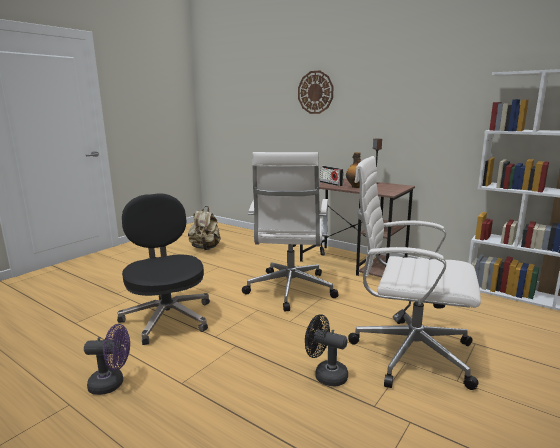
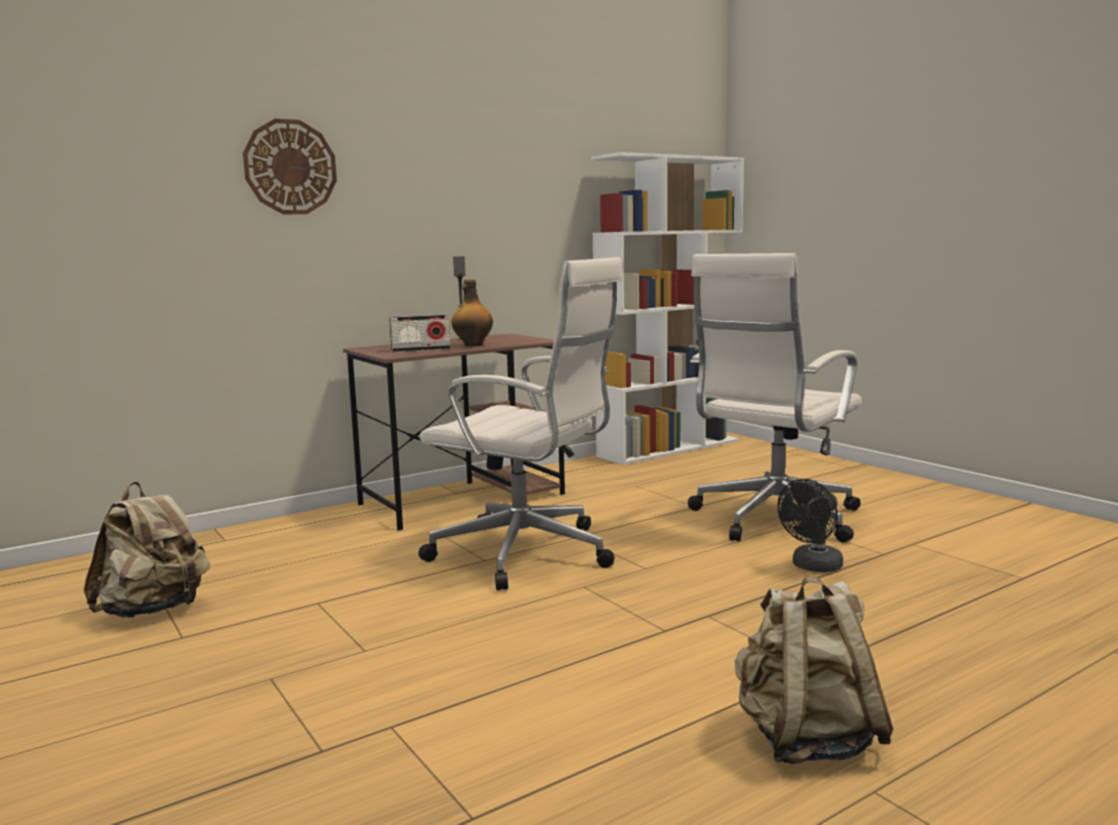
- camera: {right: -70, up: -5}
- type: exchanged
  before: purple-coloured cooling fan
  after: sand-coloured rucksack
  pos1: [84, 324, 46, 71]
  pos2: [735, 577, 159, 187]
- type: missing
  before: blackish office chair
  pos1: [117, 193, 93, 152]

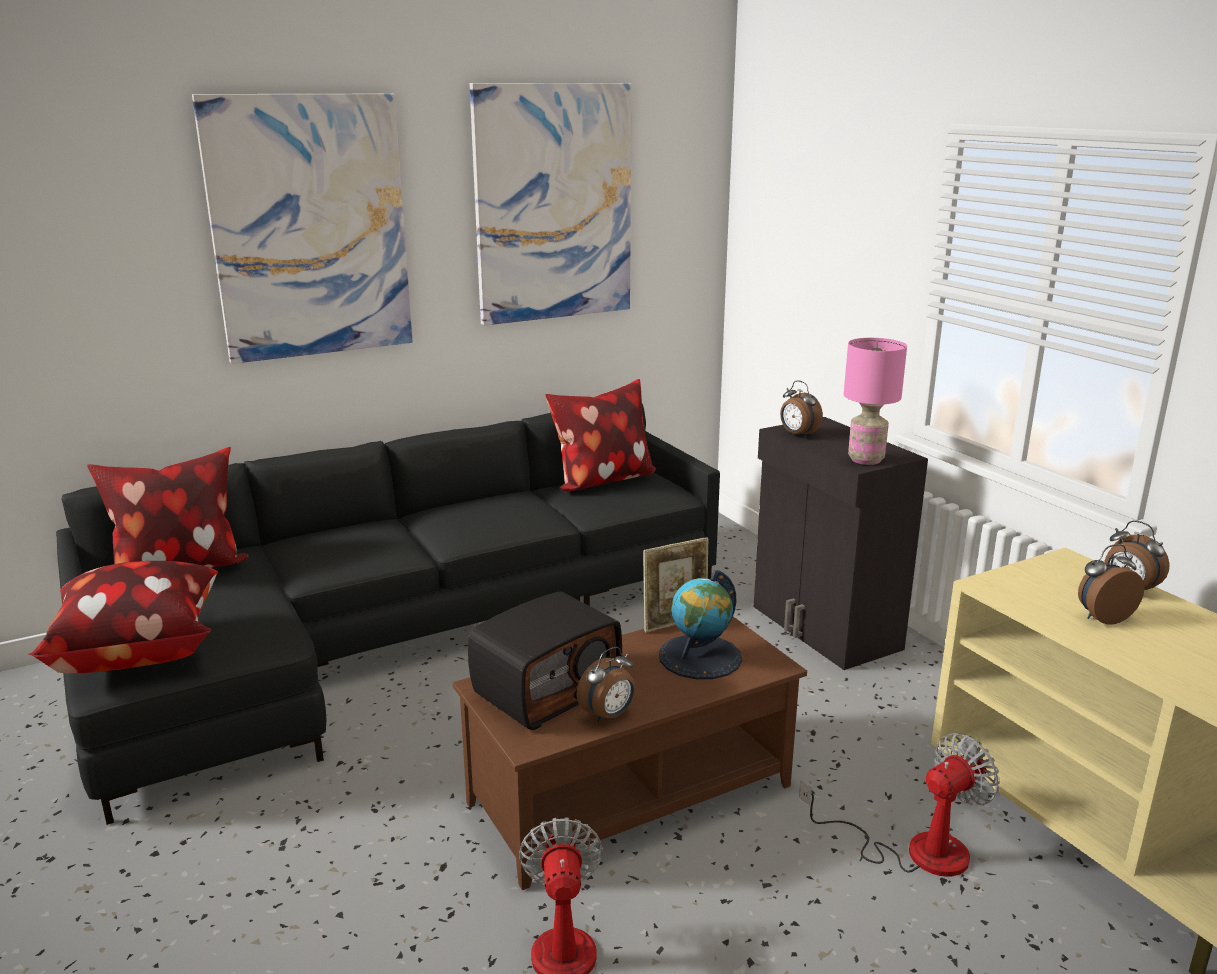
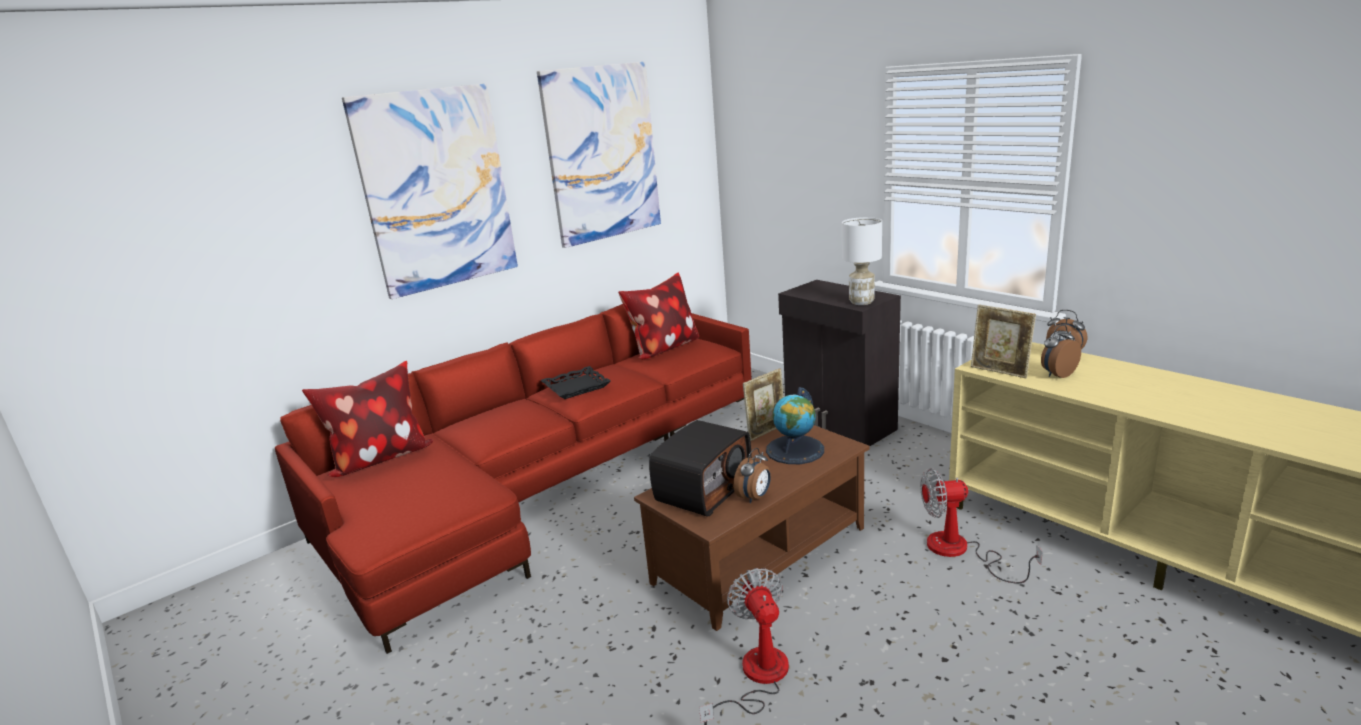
- camera: {right: -10, up: 0}
- type: missing
  before: pillow
  pos1: [29, 561, 189, 112]
- type: colour
  before: blackish couch
  after: red couch
  pos1: [56, 404, 664, 421]
  pos2: [275, 304, 477, 350]
- type: missing
  before: table clock
  pos1: [780, 380, 43, 58]
- type: spun
  before: cooling fan
  pos1: [799, 733, 201, 144]
  pos2: [920, 468, 123, 116]
  turn: -135
- type: colour
  before: pink-coloured lamp for a table
  after: white lamp for a table
  pos1: [844, 338, 63, 127]
  pos2: [842, 217, 40, 88]
- type: appeared
  after: blackish tray
  pos2: [540, 366, 71, 33]
- type: appeared
  after: picture frame
  pos2: [971, 305, 65, 73]

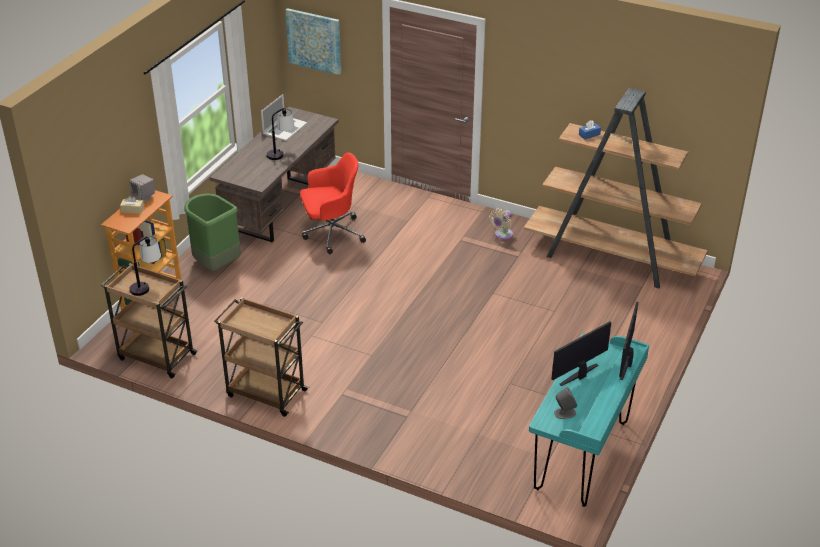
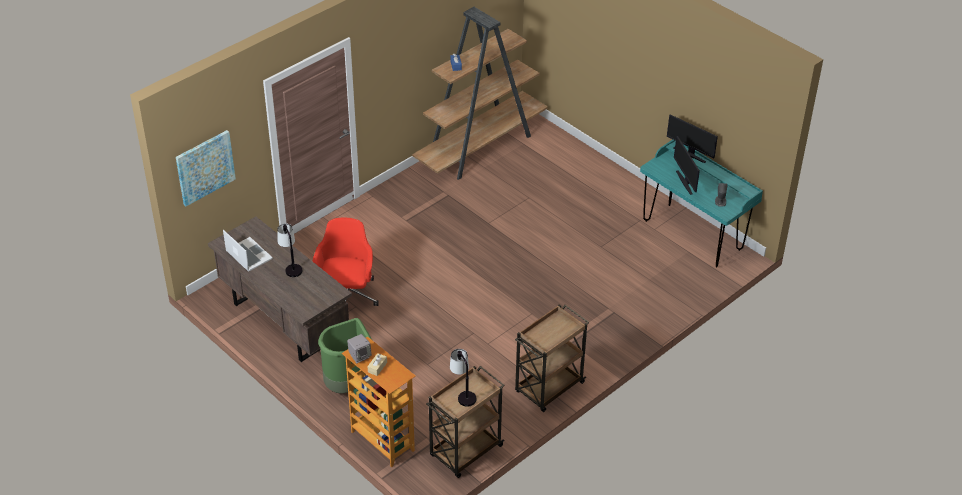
- camera: {right: -70, up: 5}
- type: missing
  before: sand-coloured cooling fan
  pos1: [489, 208, 24, 32]

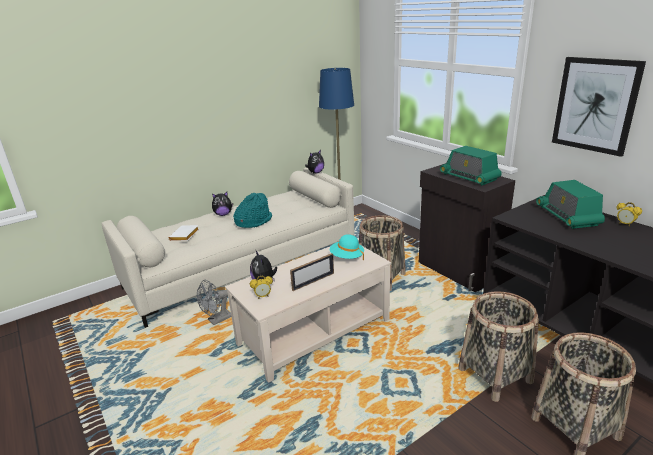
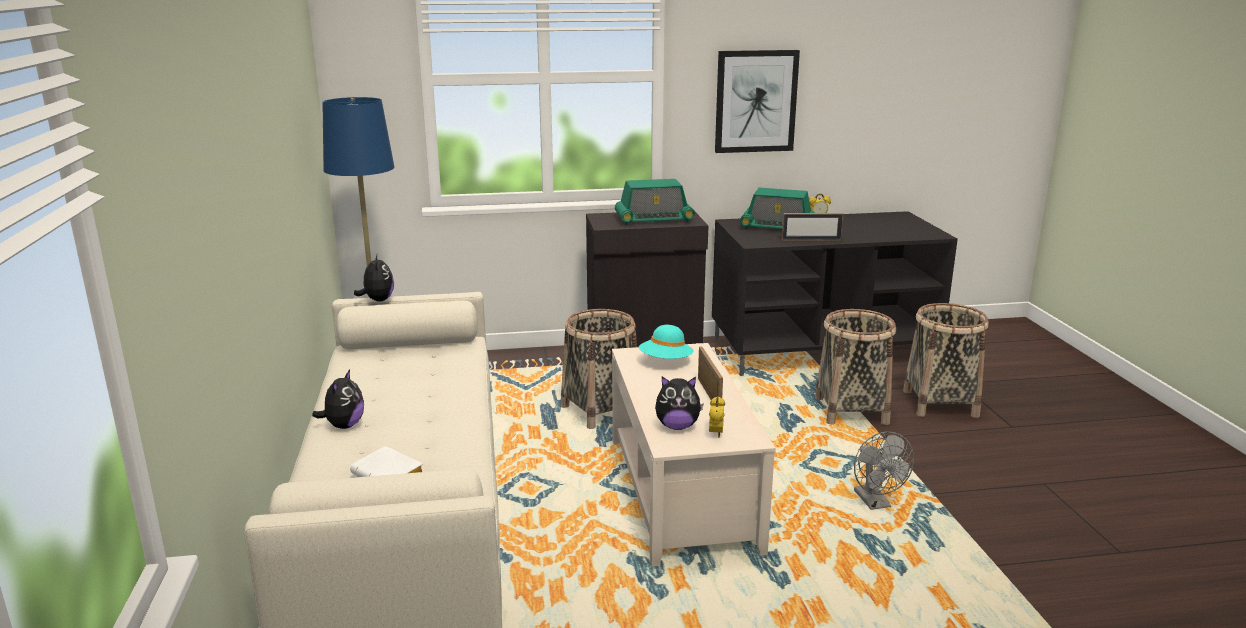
- camera: {right: -65, up: -5}
- type: relocated
  before: gray cooling fan
  pos1: [197, 280, 34, 45]
  pos2: [854, 432, 60, 78]
- type: missing
  before: blue-green hat
  pos1: [233, 193, 39, 35]
- type: appeared
  after: picture frame
  pos2: [782, 213, 62, 28]

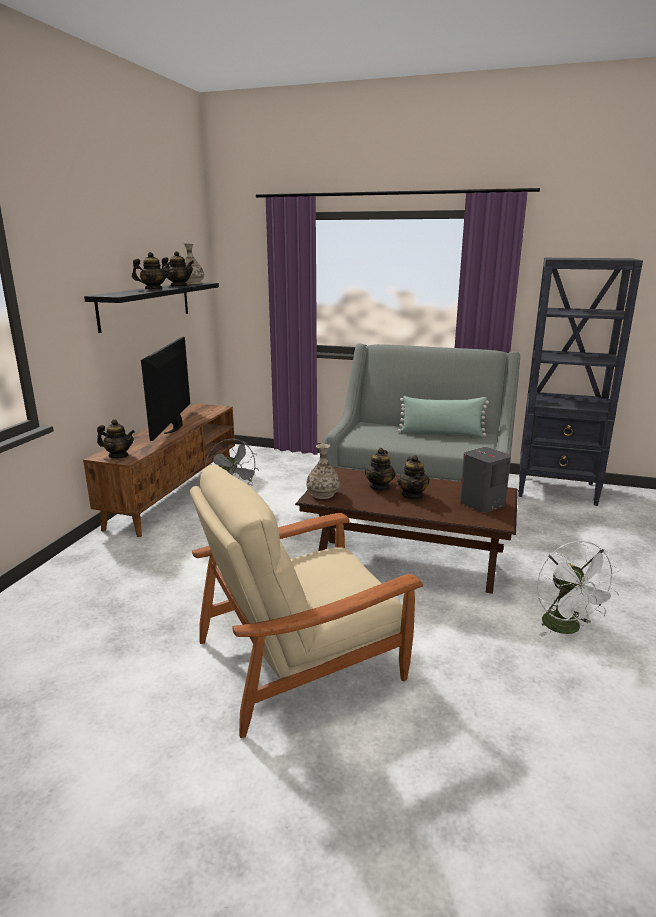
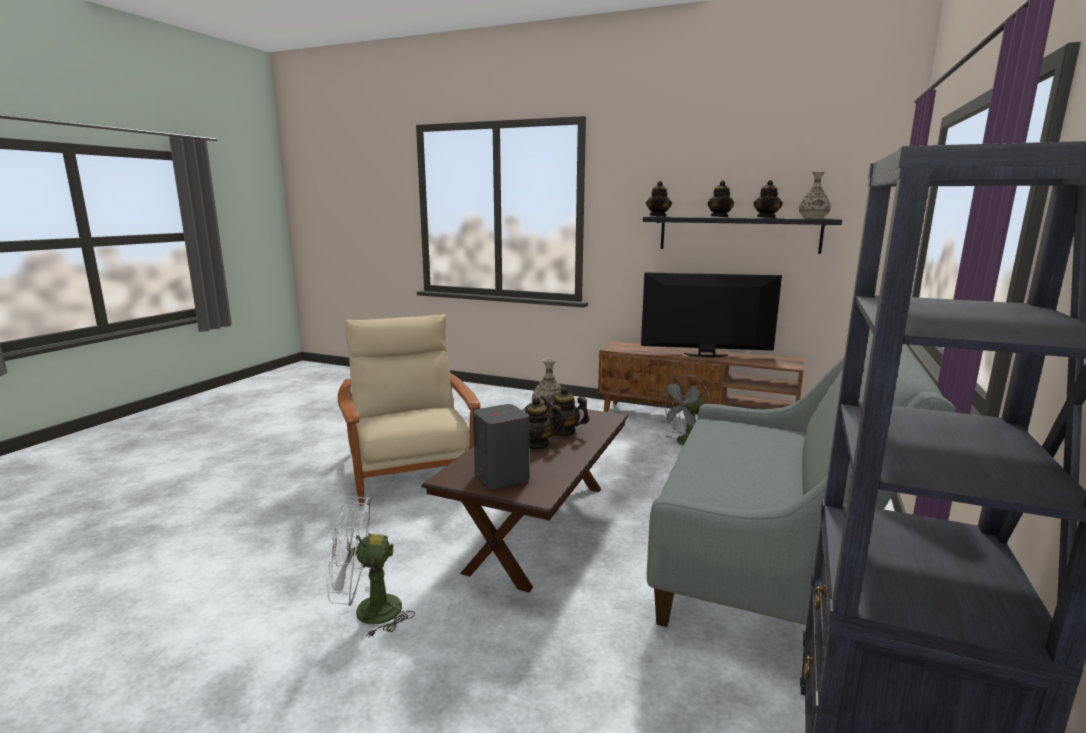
- camera: {right: 95, up: -5}
- type: relocated
  before: tea pot
  pos1: [97, 419, 38, 39]
  pos2: [646, 181, 26, 36]
- type: missing
  before: greenish pillow
  pos1: [398, 396, 91, 41]

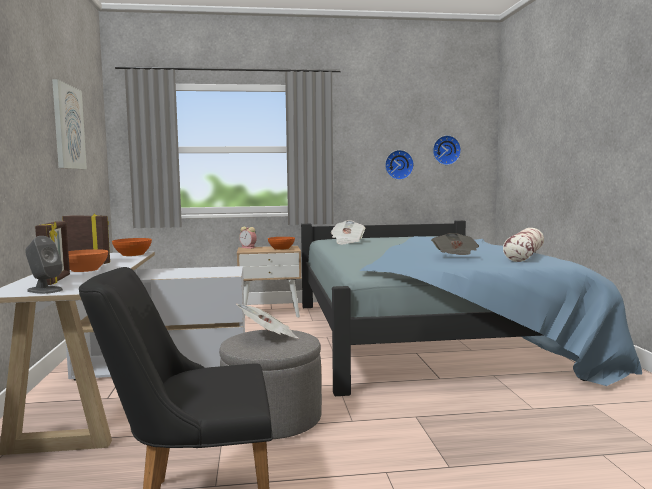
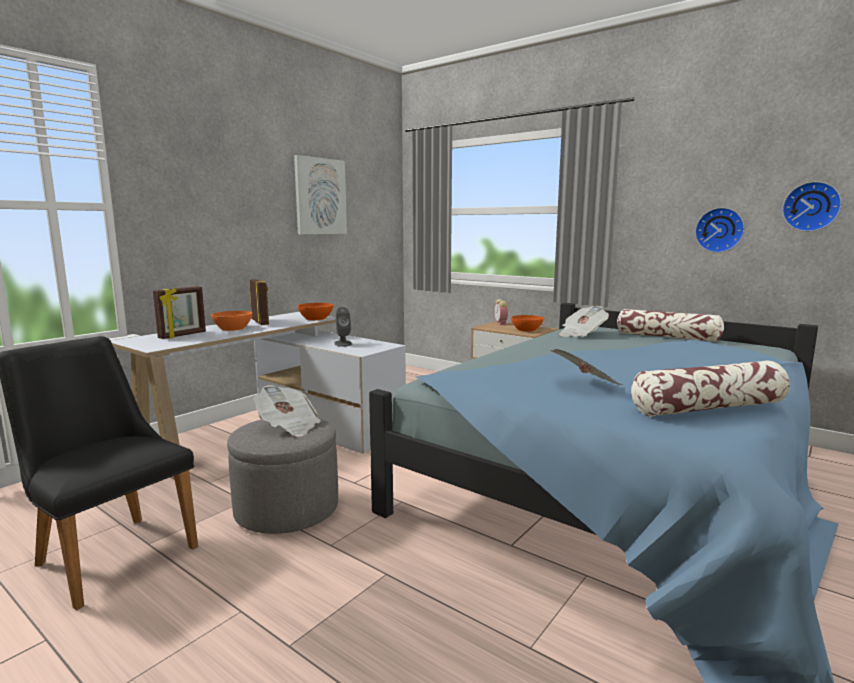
- camera: {right: 45, up: 5}
- type: relocated
  before: gray audio speaker
  pos1: [25, 236, 38, 58]
  pos2: [334, 307, 18, 40]
- type: appeared
  after: pillow
  pos2: [617, 309, 107, 32]

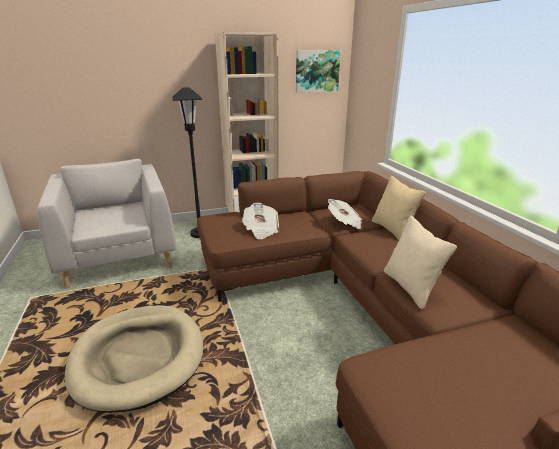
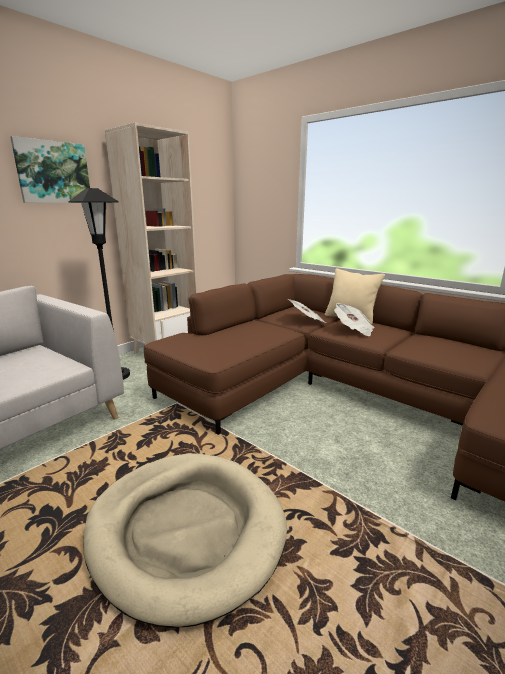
- camera: {right: -30, up: -5}
- type: relocated
  before: daily paper
  pos1: [242, 203, 37, 37]
  pos2: [334, 303, 40, 33]
- type: relocated
  before: wall picture
  pos1: [296, 50, 45, 43]
  pos2: [10, 136, 80, 67]
- type: missing
  before: sand-coloured pillow
  pos1: [384, 215, 73, 94]

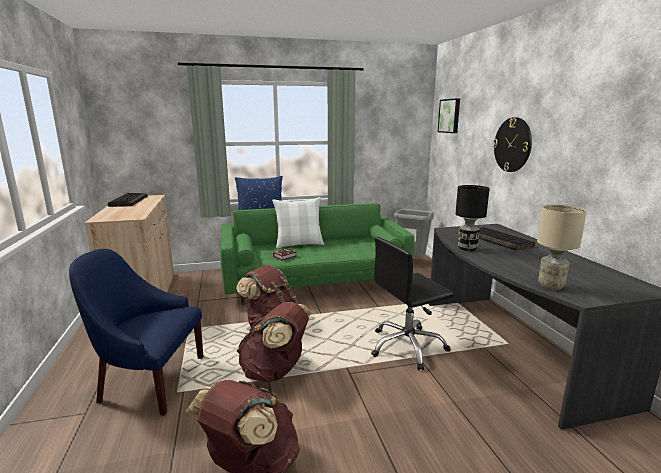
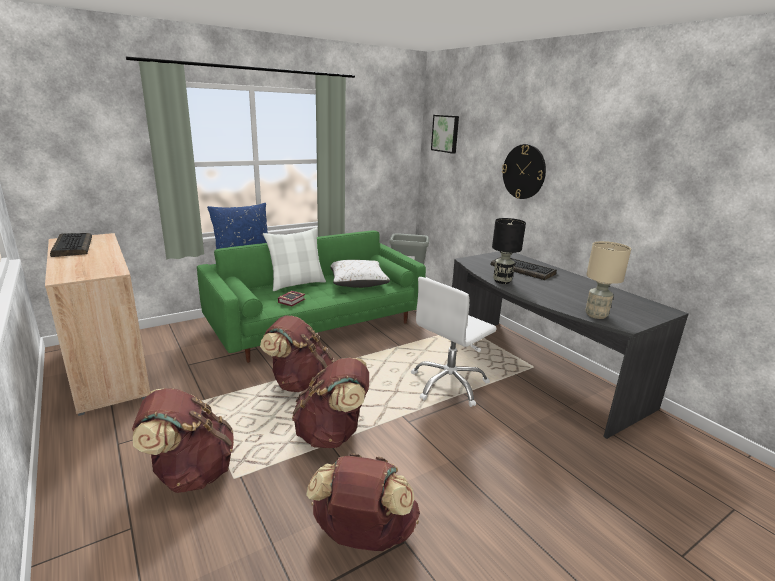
- camera: {right: -20, up: 5}
- type: exchanged
  before: blue-coloured armchair
  after: brown rucksack
  pos1: [69, 249, 135, 167]
  pos2: [132, 388, 102, 105]
- type: colour
  before: blackish office chair
  after: white office chair
  pos1: [371, 237, 83, 133]
  pos2: [411, 277, 86, 130]
- type: appeared
  after: white pillow
  pos2: [330, 260, 60, 28]

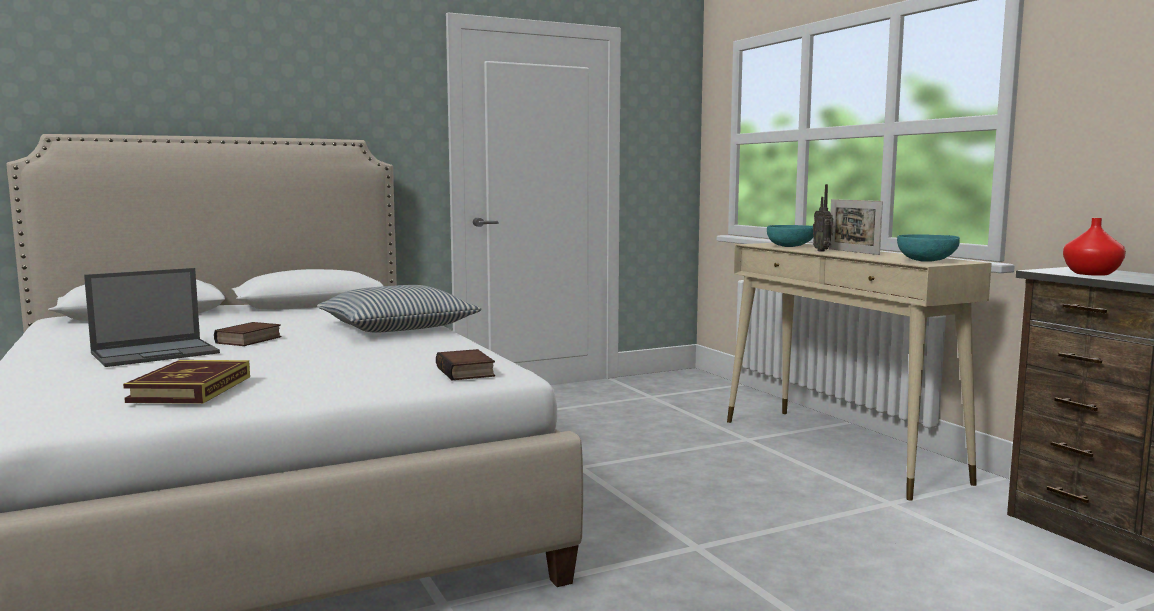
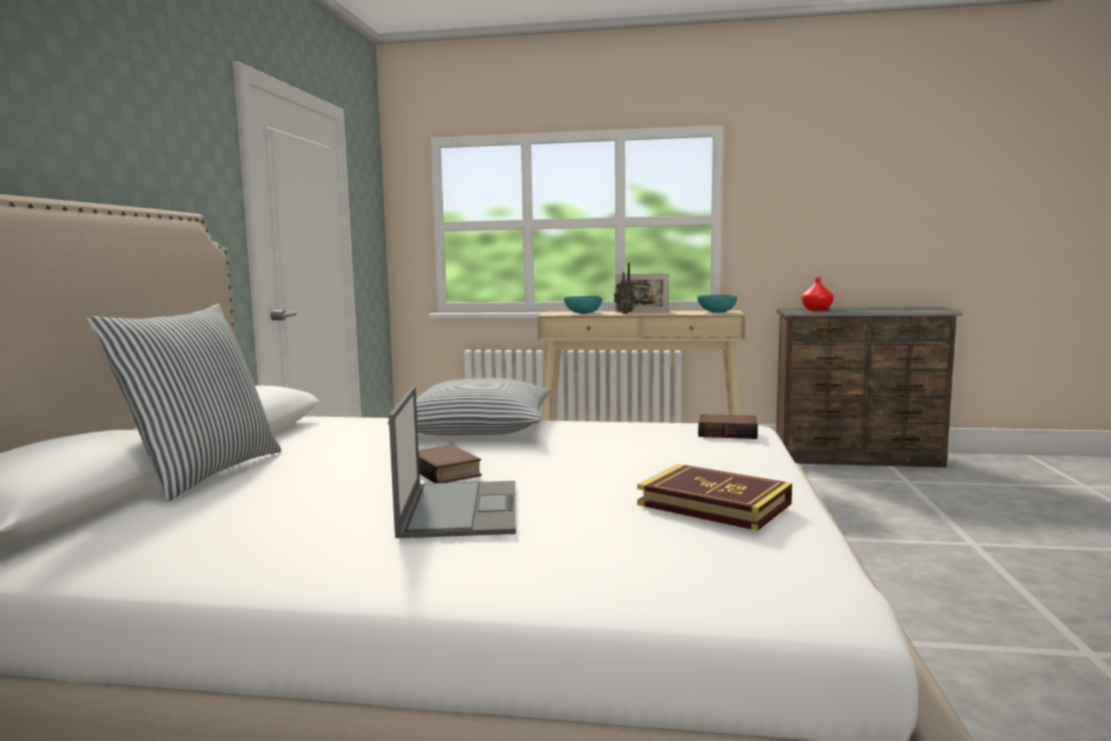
- camera: {right: -55, up: 0}
- type: appeared
  after: pillow
  pos2: [87, 304, 194, 198]

